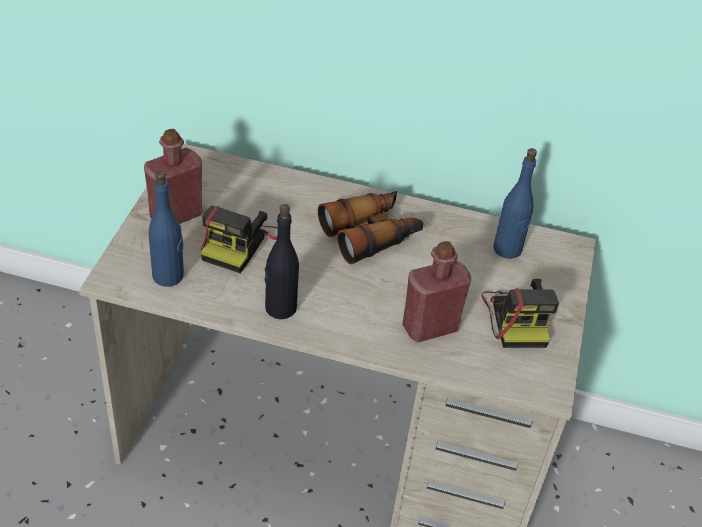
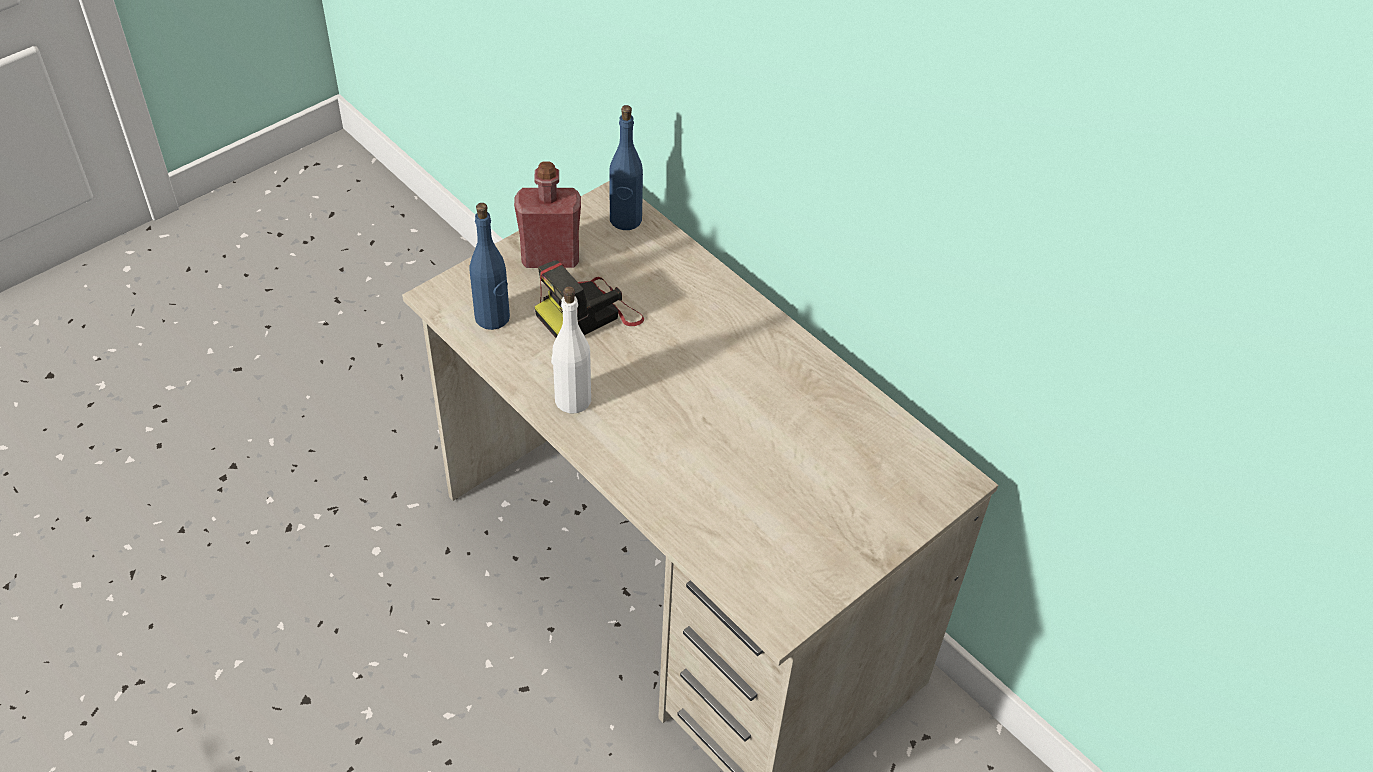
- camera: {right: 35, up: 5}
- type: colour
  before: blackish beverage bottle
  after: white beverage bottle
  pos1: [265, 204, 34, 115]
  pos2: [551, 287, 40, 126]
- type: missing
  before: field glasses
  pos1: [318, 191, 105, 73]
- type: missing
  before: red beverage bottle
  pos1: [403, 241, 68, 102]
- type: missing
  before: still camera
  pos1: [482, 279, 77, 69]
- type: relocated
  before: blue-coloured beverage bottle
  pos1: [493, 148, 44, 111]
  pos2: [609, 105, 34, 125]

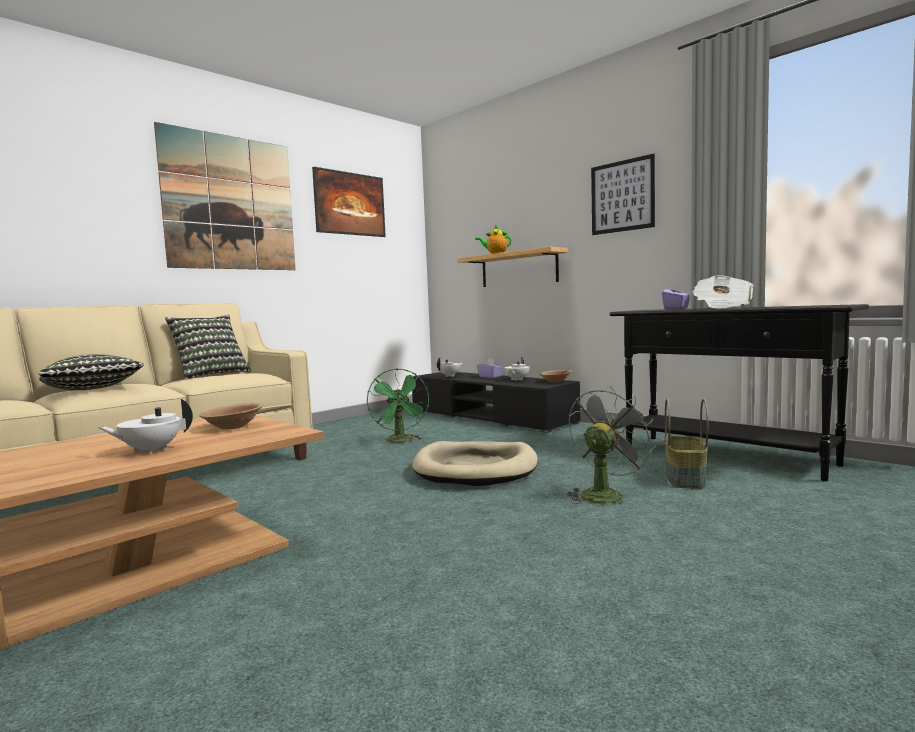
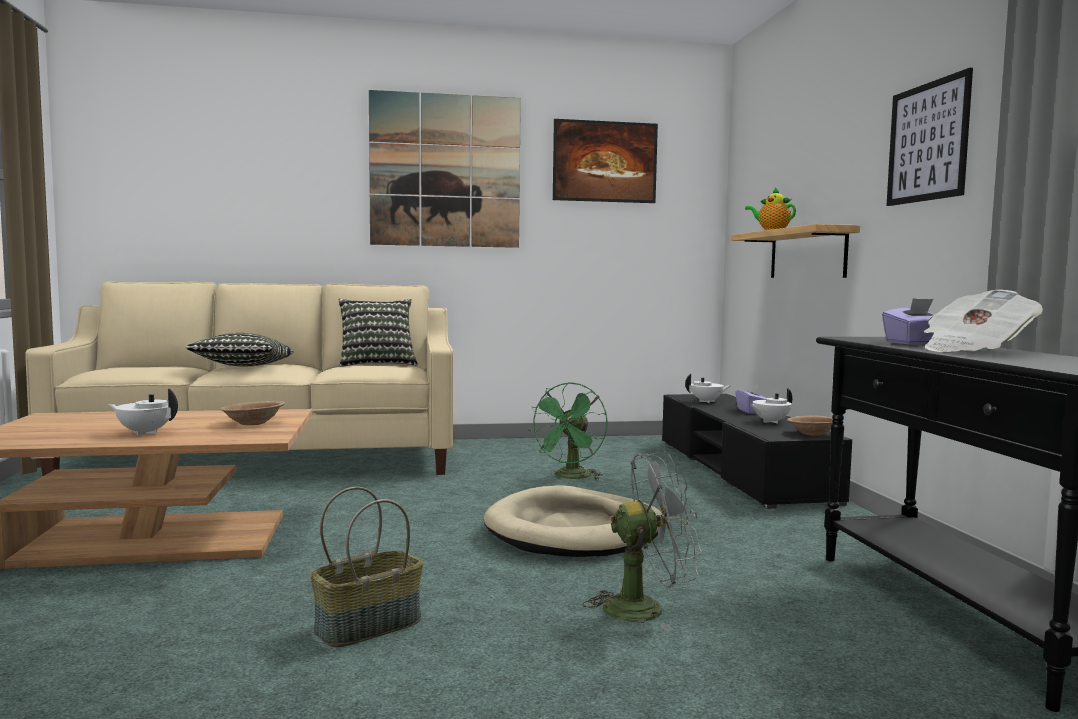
- camera: {right: 35, up: 0}
- type: relocated
  before: storage basket
  pos1: [664, 399, 45, 90]
  pos2: [310, 487, 113, 160]

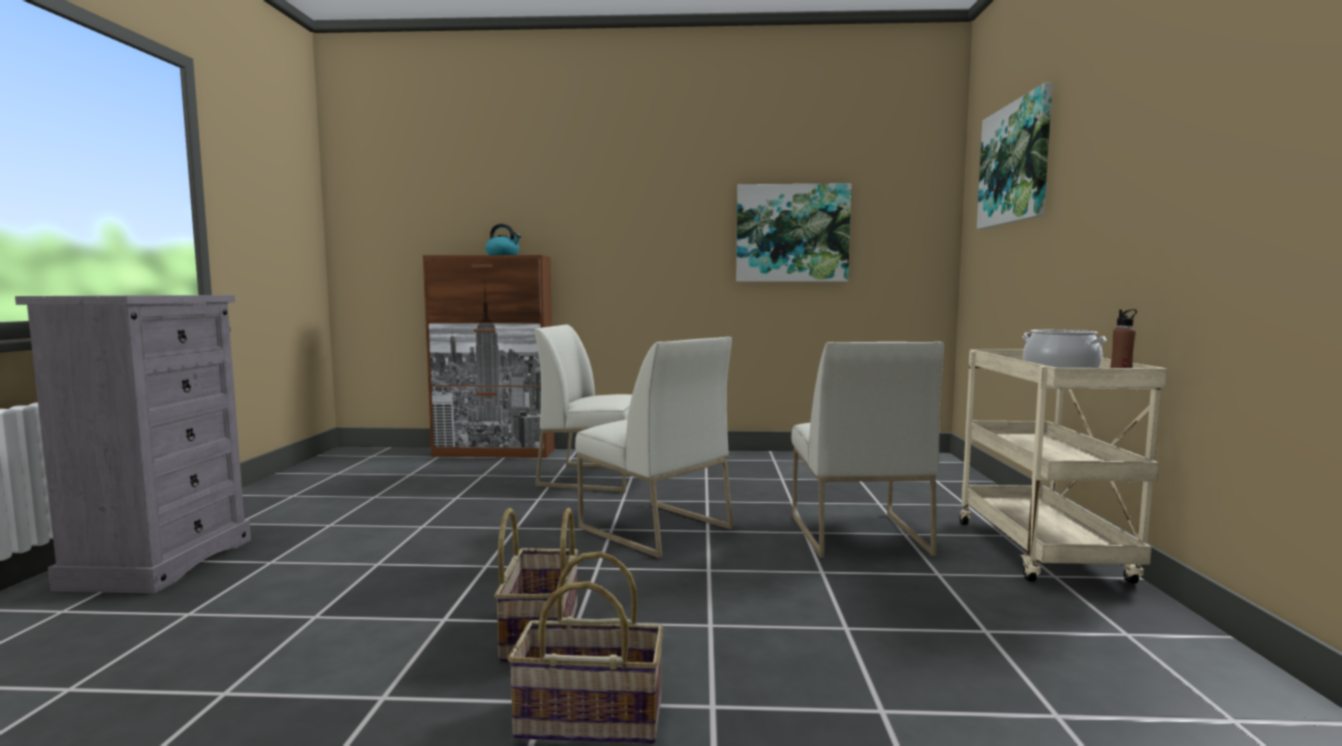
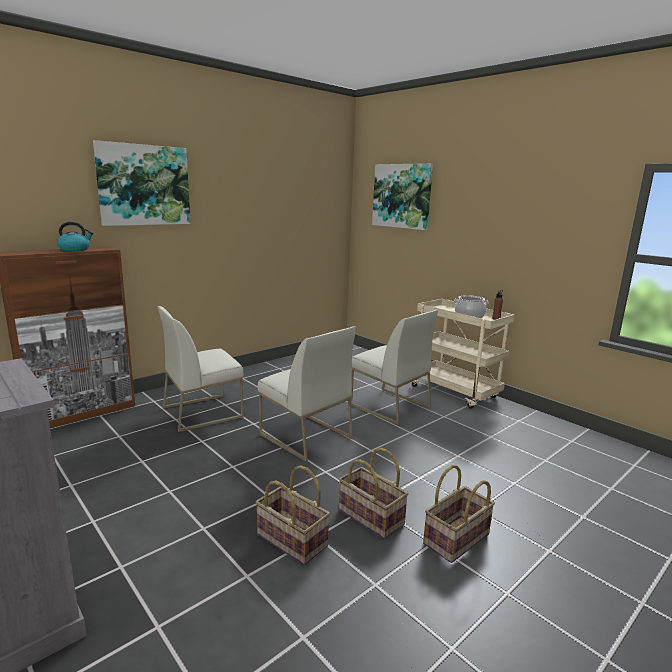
- camera: {right: -45, up: 10}
- type: spun
  before: white plain chair
  pos1: [575, 337, 158, 221]
  pos2: [258, 326, 98, 136]
  turn: 45
- type: relocated
  before: wall picture
  pos1: [736, 183, 115, 99]
  pos2: [93, 140, 98, 86]
- type: appeared
  after: storage basket
  pos2: [255, 466, 75, 99]

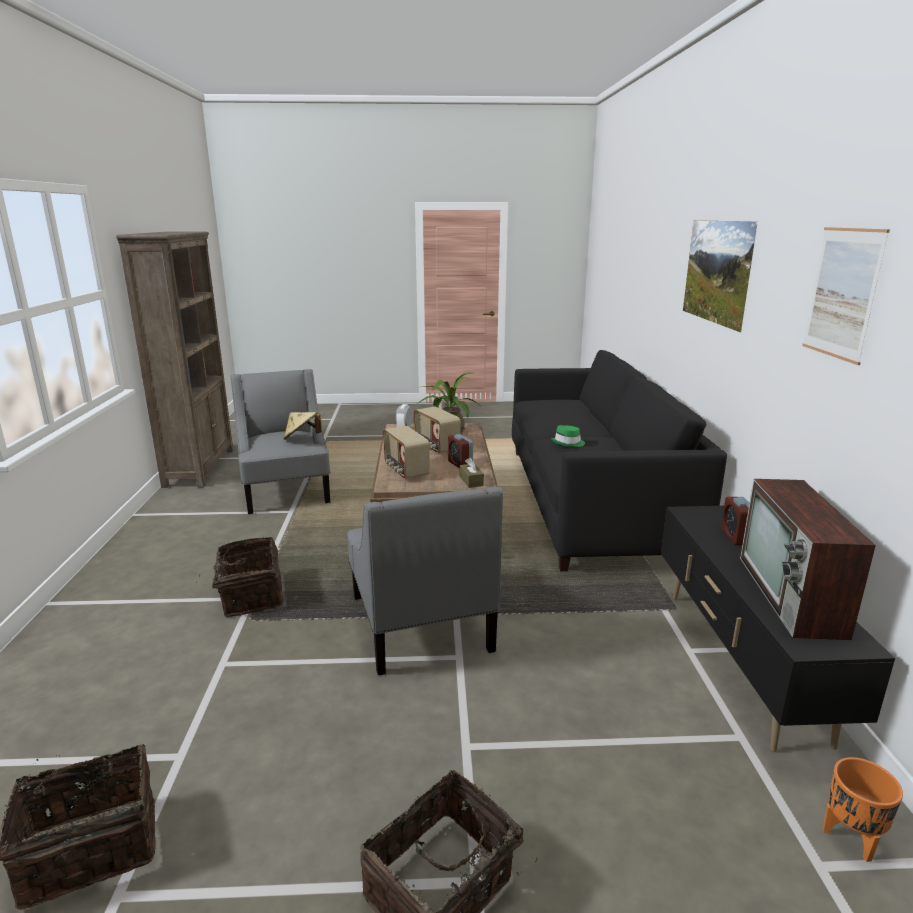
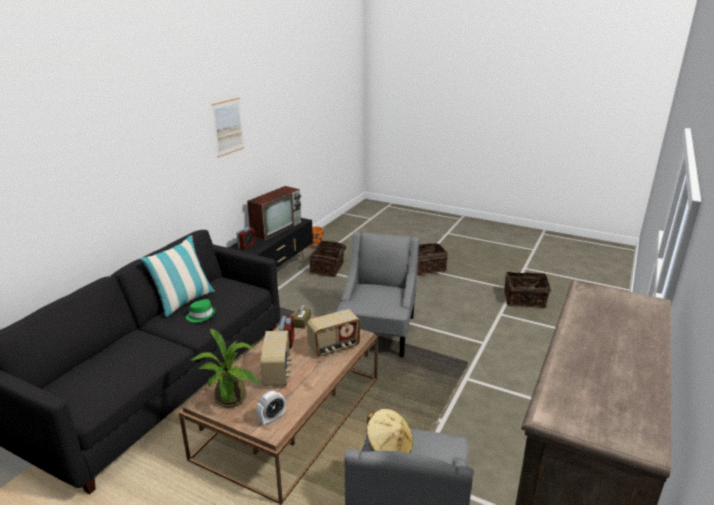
- camera: {right: -150, up: 5}
- type: relocated
  before: storage basket
  pos1: [196, 537, 88, 80]
  pos2: [310, 241, 36, 36]
- type: spun
  before: radio receiver
  pos1: [383, 426, 47, 54]
  pos2: [307, 309, 53, 47]
  turn: 60
- type: missing
  before: wall picture
  pos1: [683, 220, 75, 113]
- type: appeared
  after: pillow
  pos2: [140, 235, 75, 82]

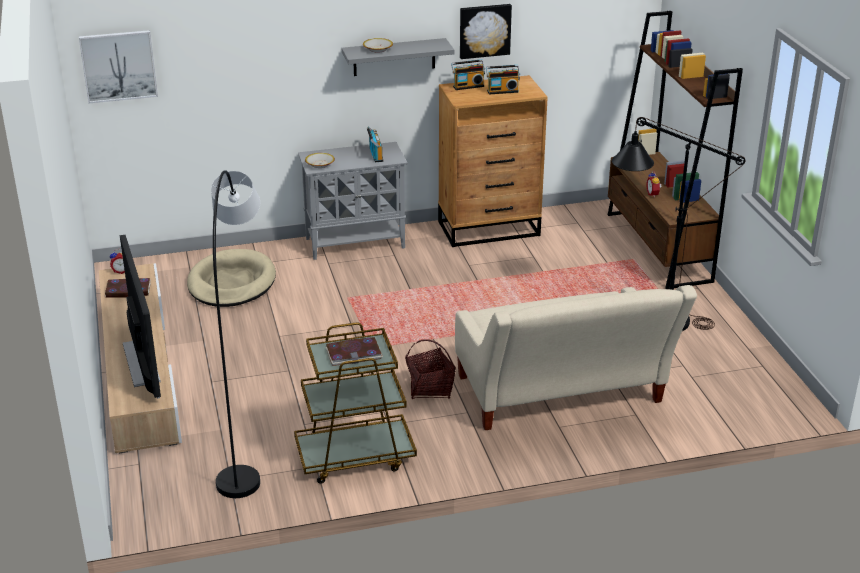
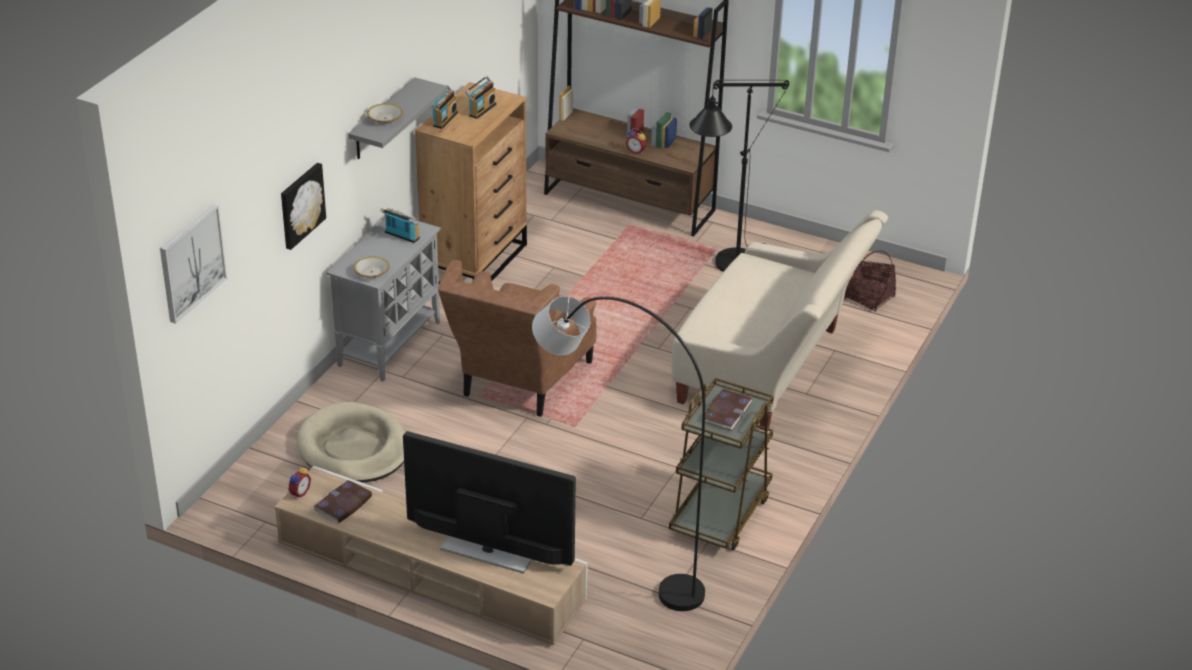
- camera: {right: -50, up: 5}
- type: relocated
  before: storage basket
  pos1: [405, 339, 51, 60]
  pos2: [845, 250, 51, 62]
- type: relocated
  before: wall picture
  pos1: [460, 4, 52, 55]
  pos2: [281, 163, 45, 87]
- type: appeared
  after: brown armchair
  pos2: [438, 260, 159, 157]

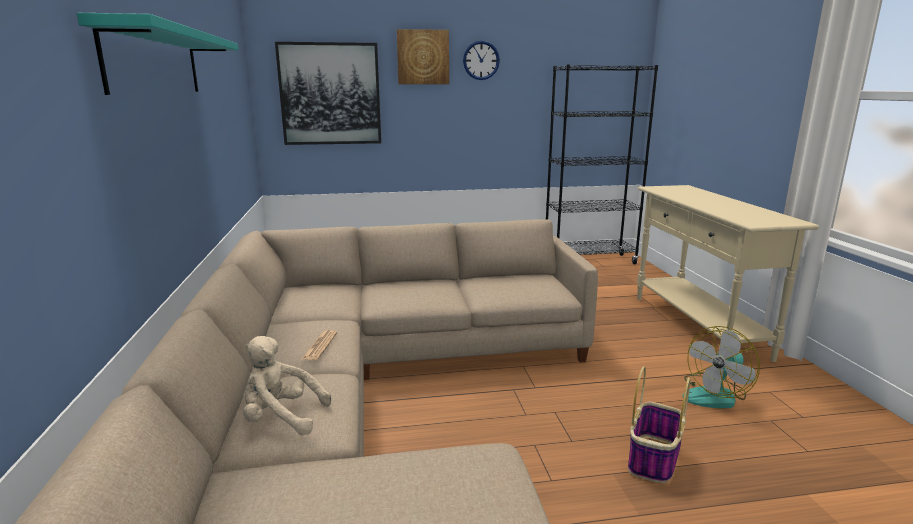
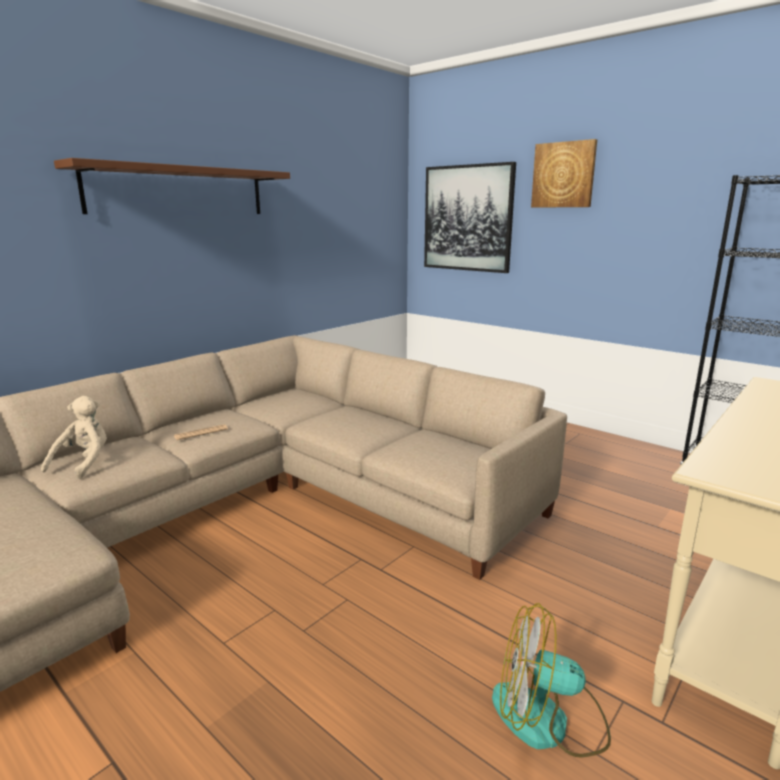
- camera: {right: 50, up: 0}
- type: colour
  before: blue-green wall shelf
  after: brown wall shelf
  pos1: [77, 13, 161, 82]
  pos2: [54, 158, 236, 56]
- type: spun
  before: sand-coloured plush toy
  pos1: [243, 336, 88, 99]
  pos2: [41, 396, 66, 83]
  turn: 45
- type: missing
  before: hanging clock
  pos1: [463, 41, 37, 39]
- type: missing
  before: storage basket
  pos1: [628, 366, 63, 117]

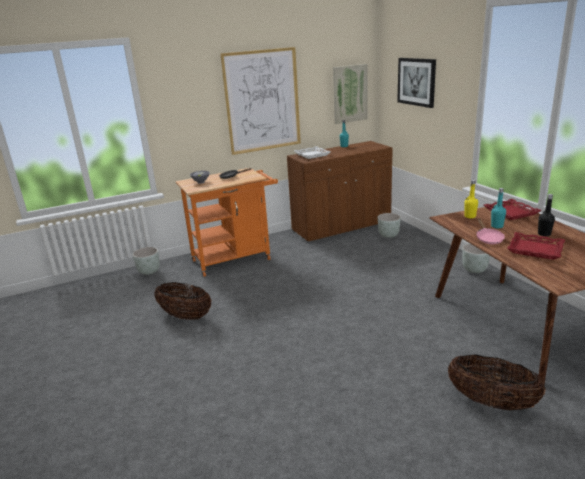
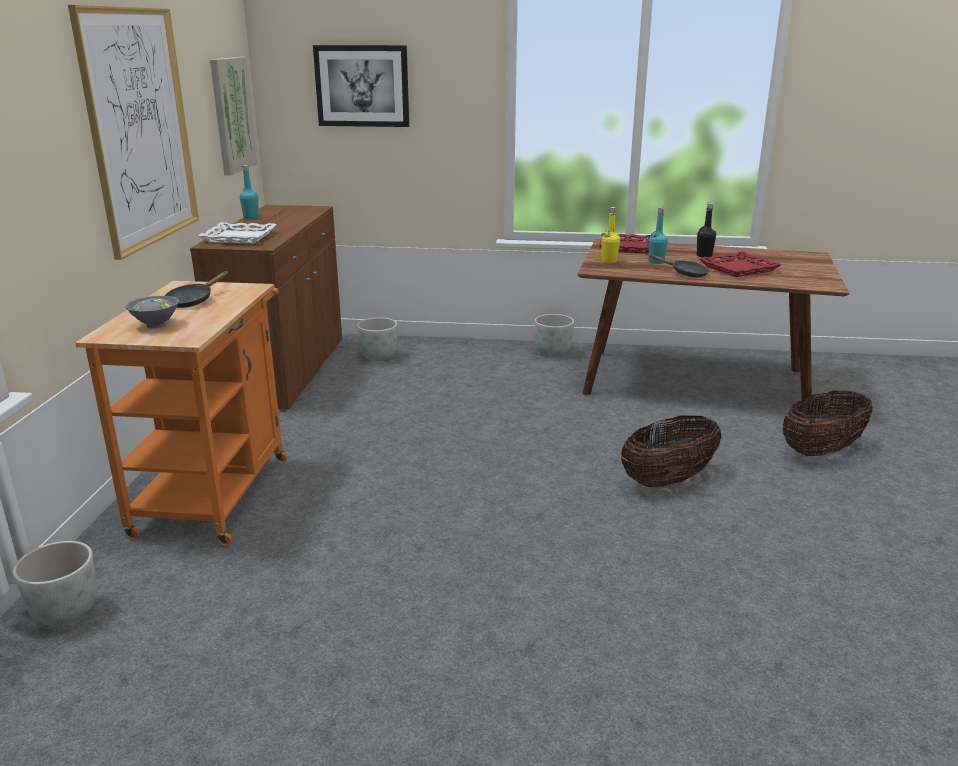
- camera: {right: -60, up: 0}
- type: relocated
  before: storage basket
  pos1: [154, 282, 58, 38]
  pos2: [621, 416, 100, 71]
- type: colour
  before: pink-coloured pan
  after: blackish pan
  pos1: [476, 219, 29, 25]
  pos2: [649, 254, 60, 23]

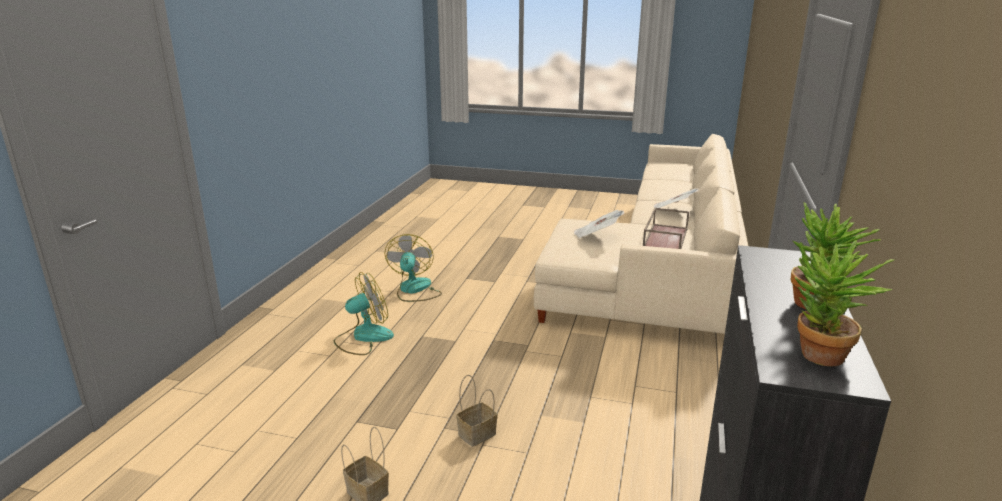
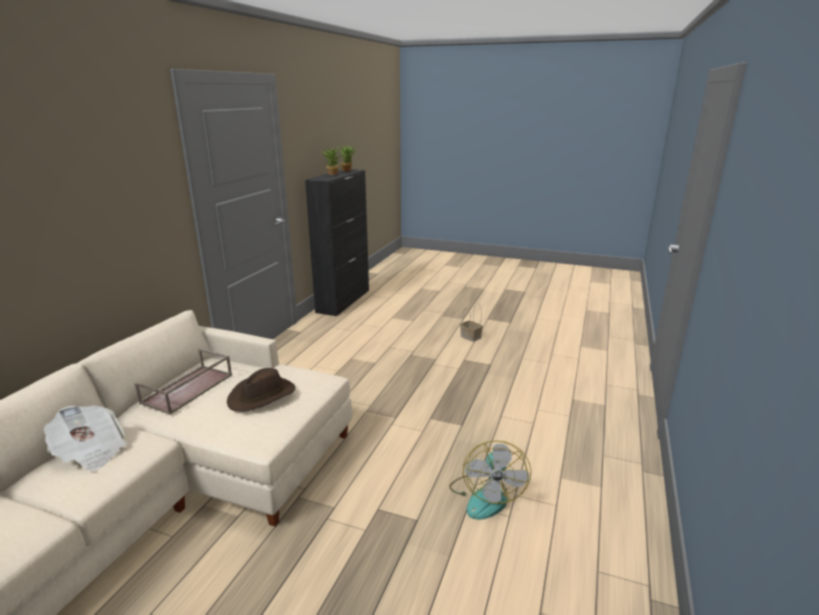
- camera: {right: -175, up: 0}
- type: missing
  before: cooling fan
  pos1: [334, 272, 60, 83]
- type: missing
  before: storage basket
  pos1: [456, 375, 42, 72]
- type: exchanged
  before: daily paper
  after: brown hat
  pos1: [574, 210, 50, 29]
  pos2: [227, 368, 68, 44]

